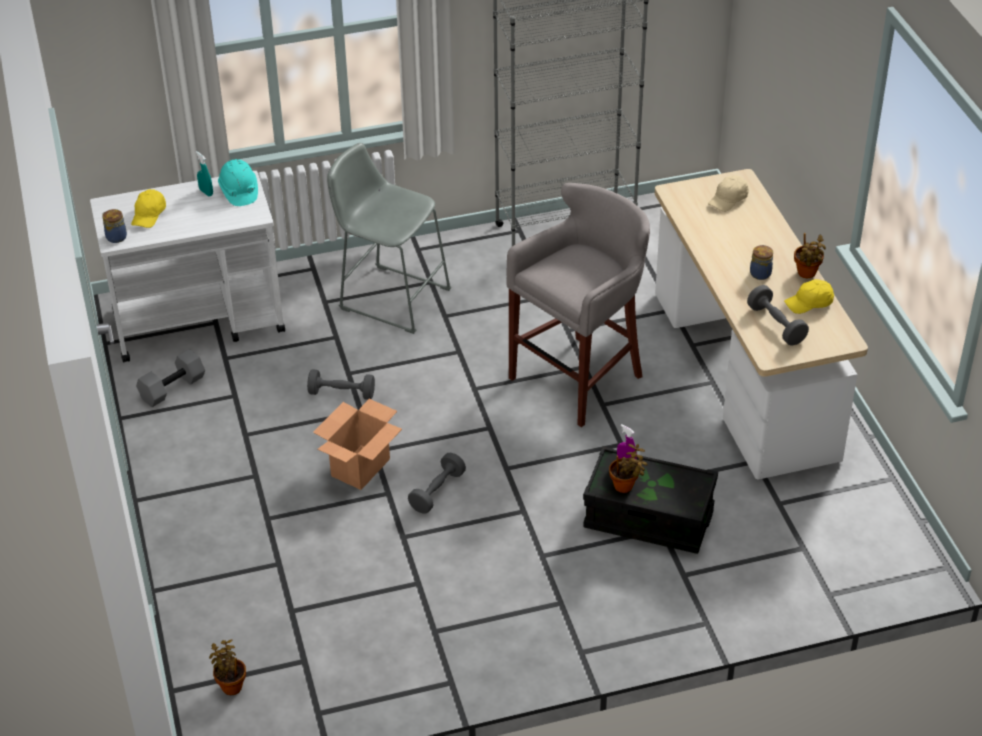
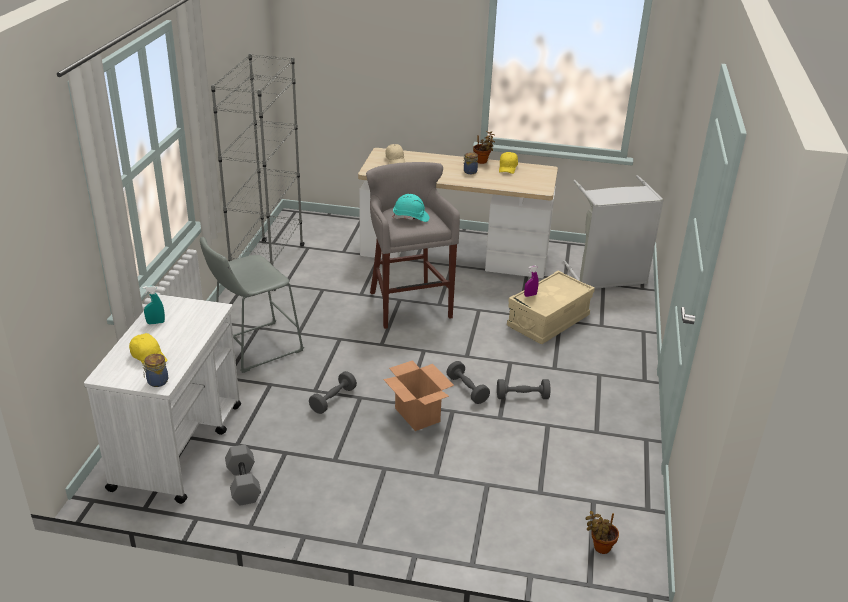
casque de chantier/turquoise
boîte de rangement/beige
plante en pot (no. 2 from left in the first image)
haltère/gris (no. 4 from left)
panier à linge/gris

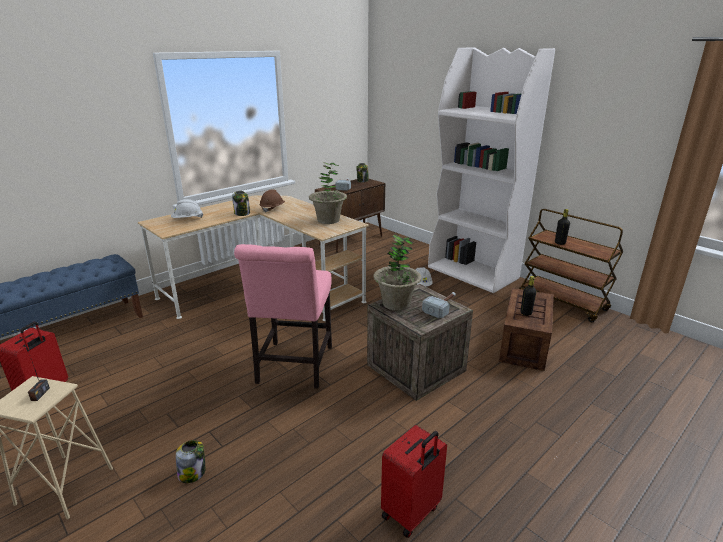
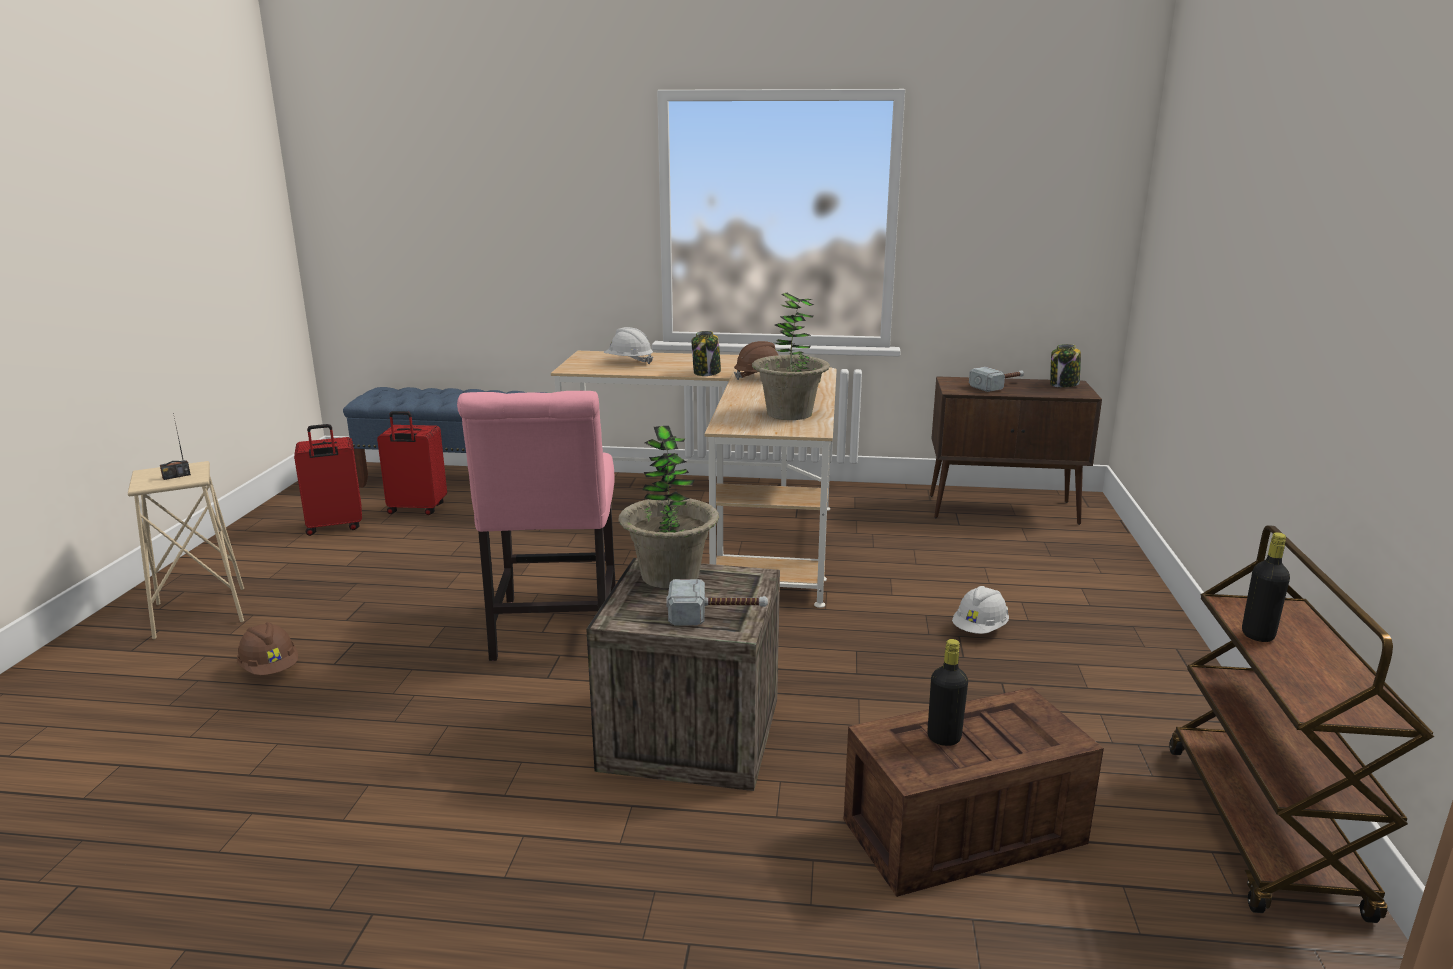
casque de chantier/marron (no. 1 from left)
chaise/rose
valise/rouge (no. 2 from left)
bibliothèque/blanc

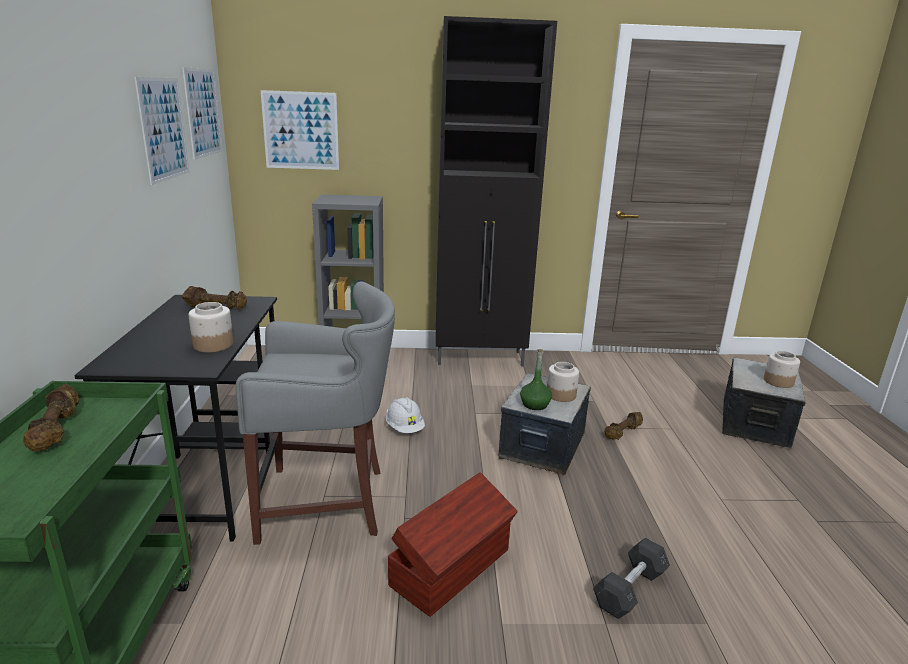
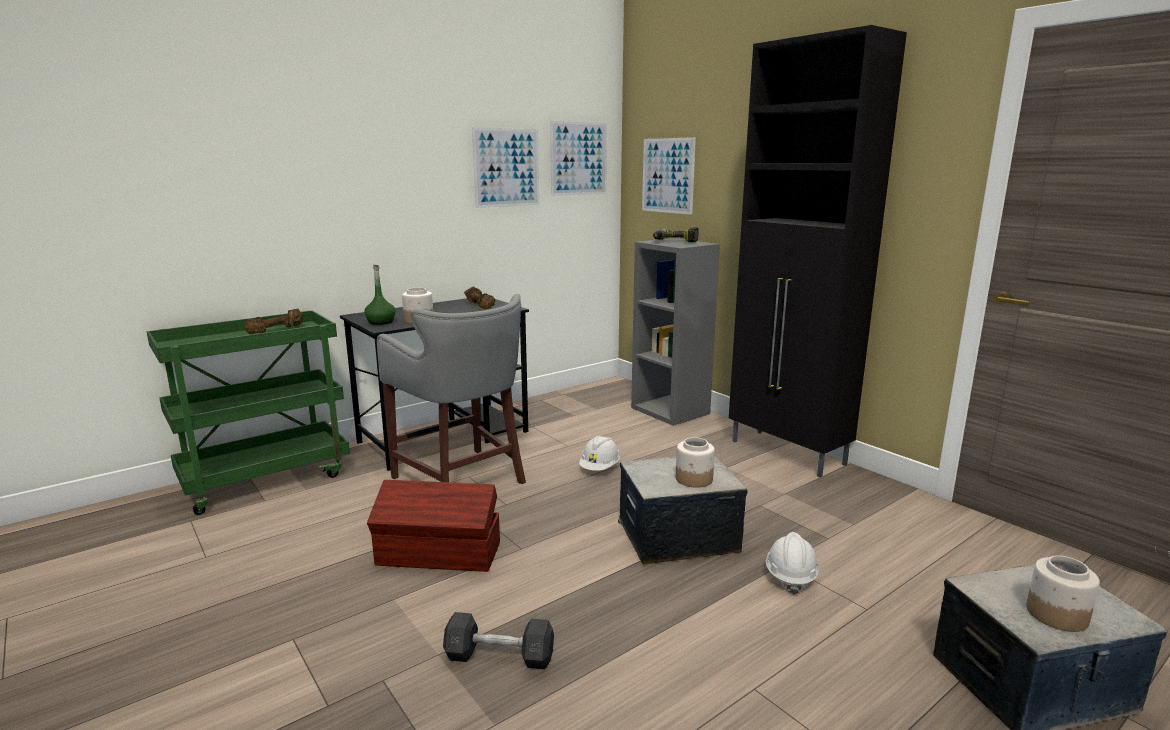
bouteille/vert
casque de chantier/blanc (no. 2 from left)
perceuse

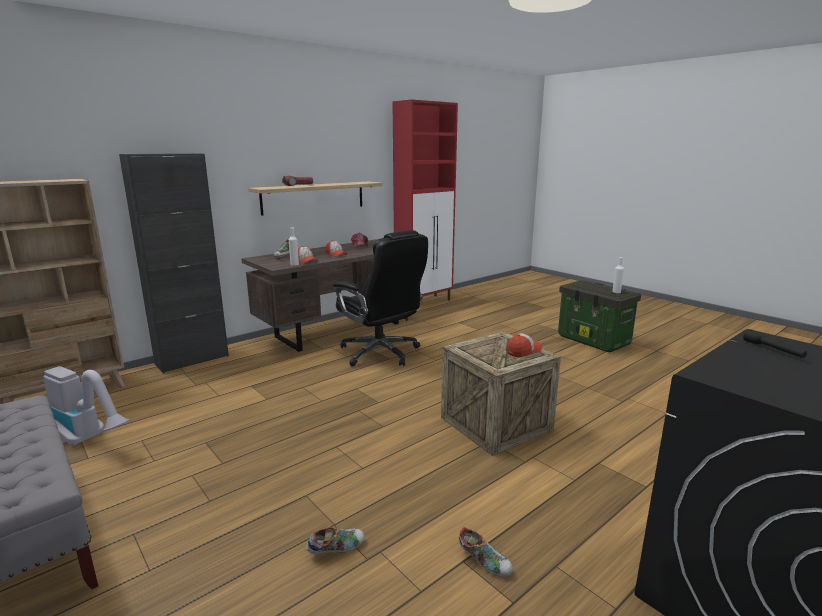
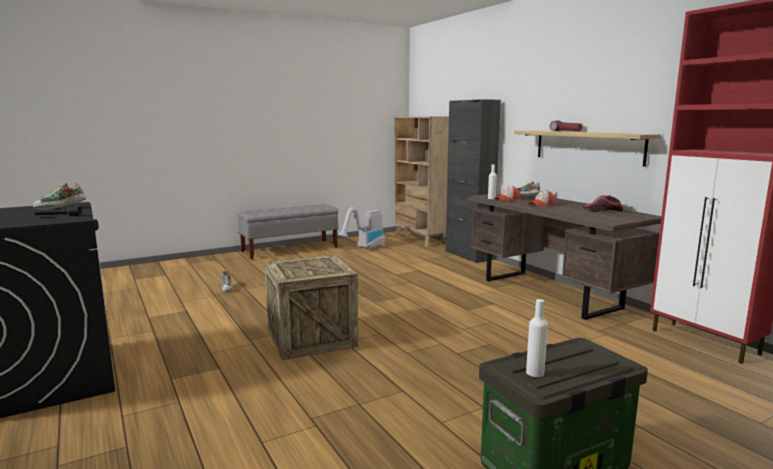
chaise de bureau/noir
chaussure (no. 1 from left)
casquette (no. 4 from left in the first image)

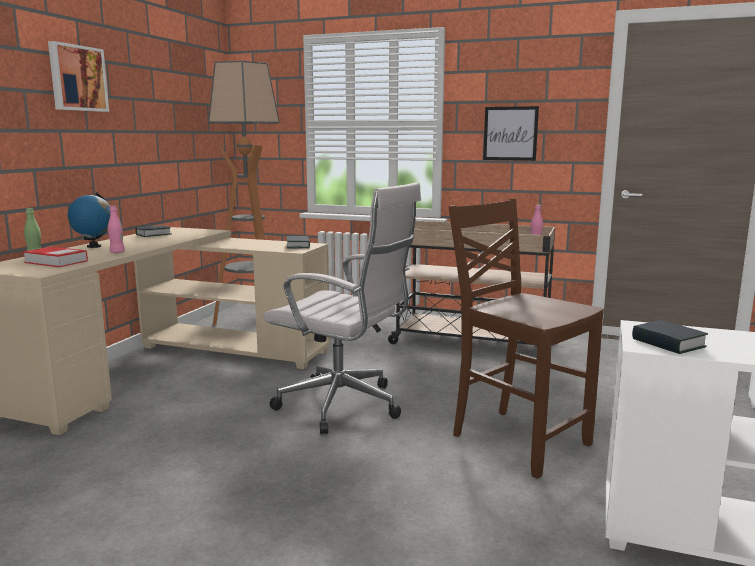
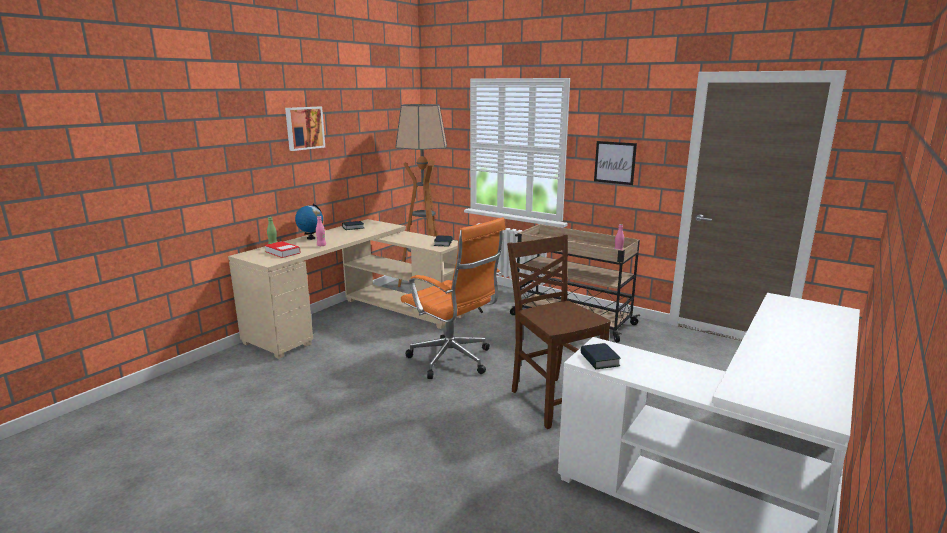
chaise de bureau/orange

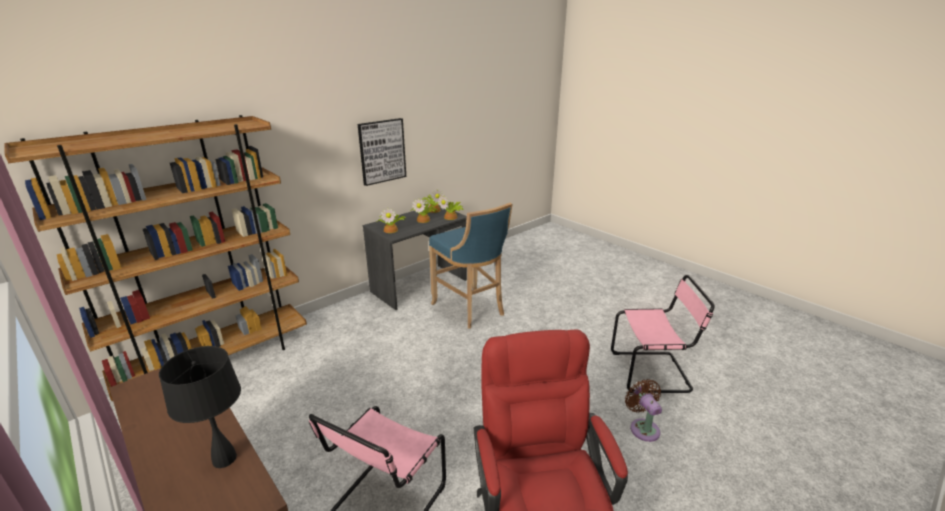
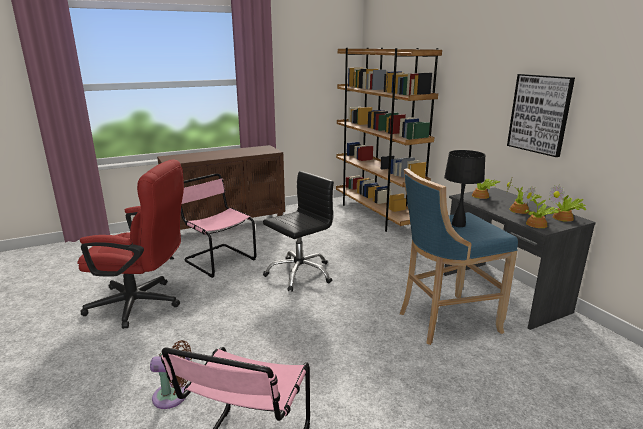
lampe de table/noir
chaise de bureau/noir

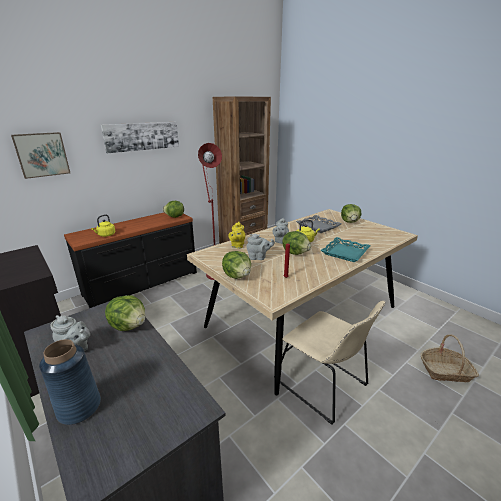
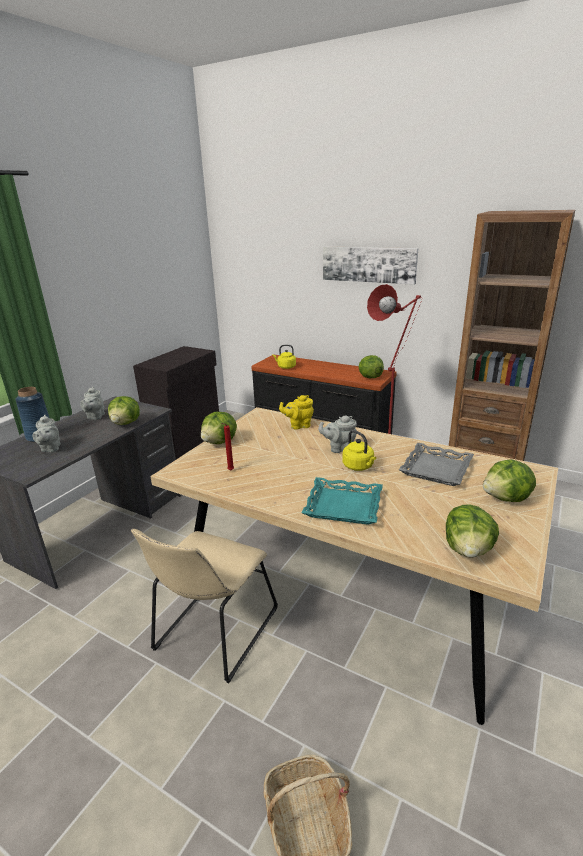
tableau (no. 1 from left in the first image)
théière/gris (no. 1 from left)
laitue (no. 4 from left)

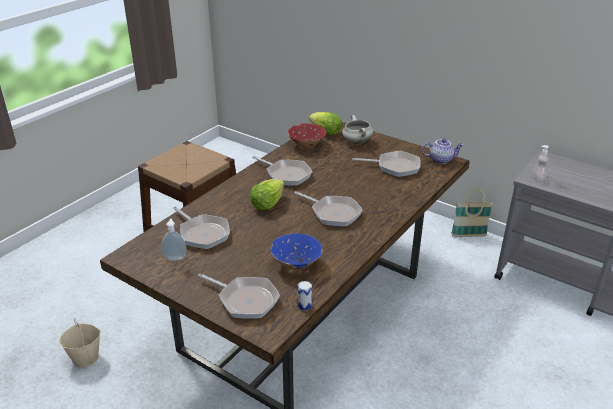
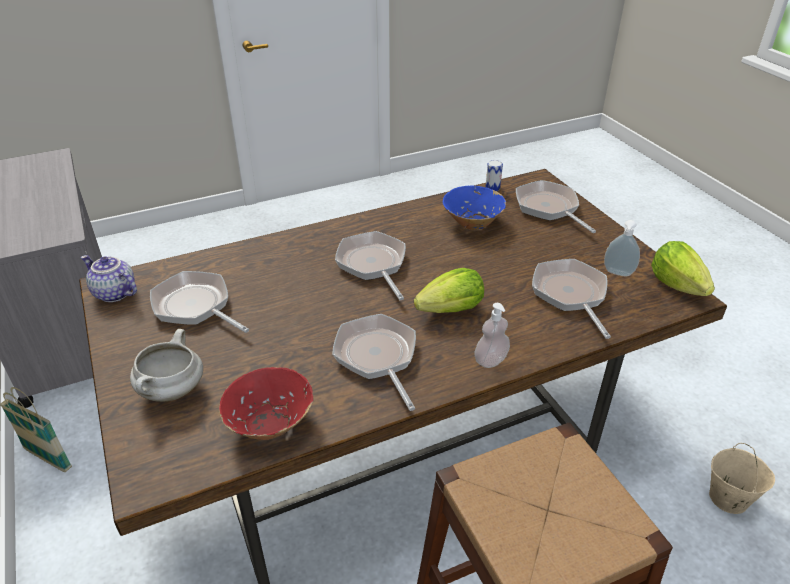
laitue (no. 2 from left)
distributeur de savon (no. 1 from left)

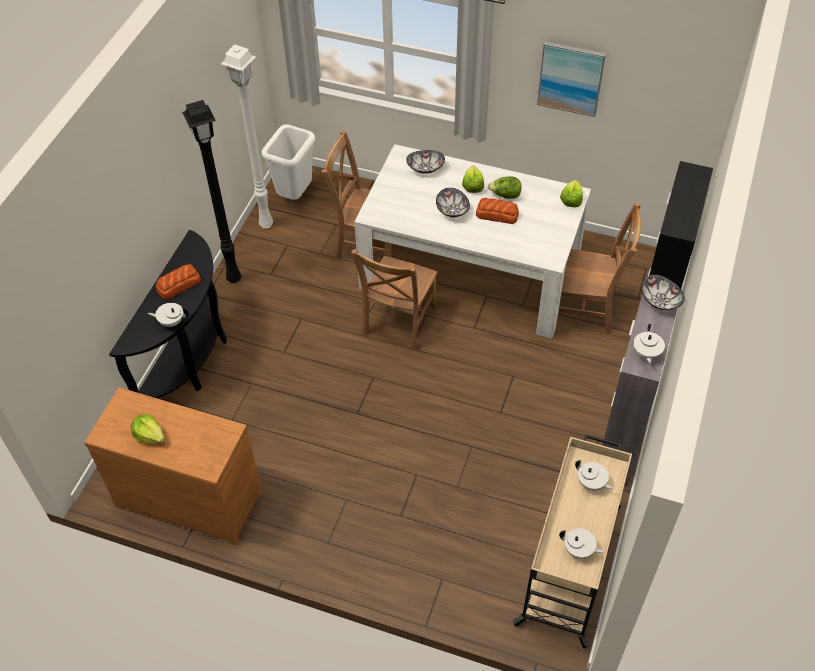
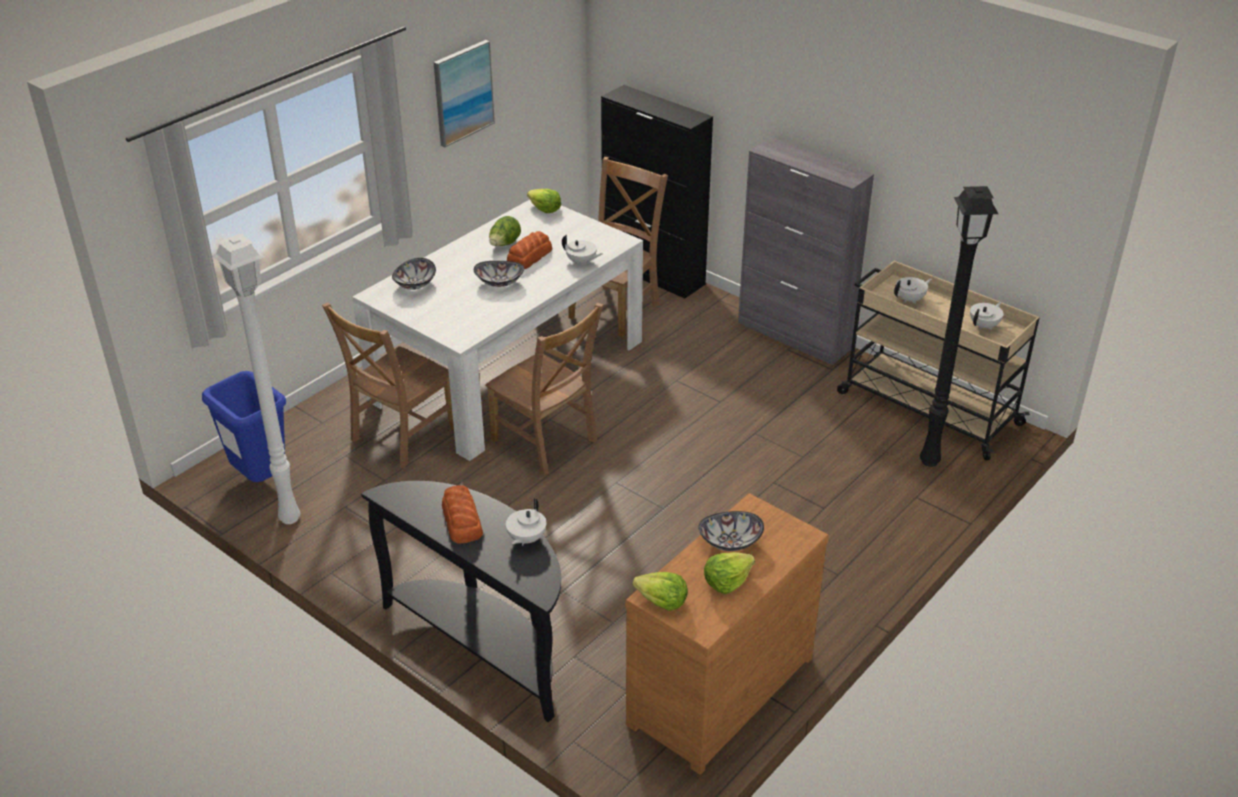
lampadaire/noir
poubelle/bleu
laitue (no. 3 from left)
théière/blanc (no. 2 from left)
bol (no. 3 from left)

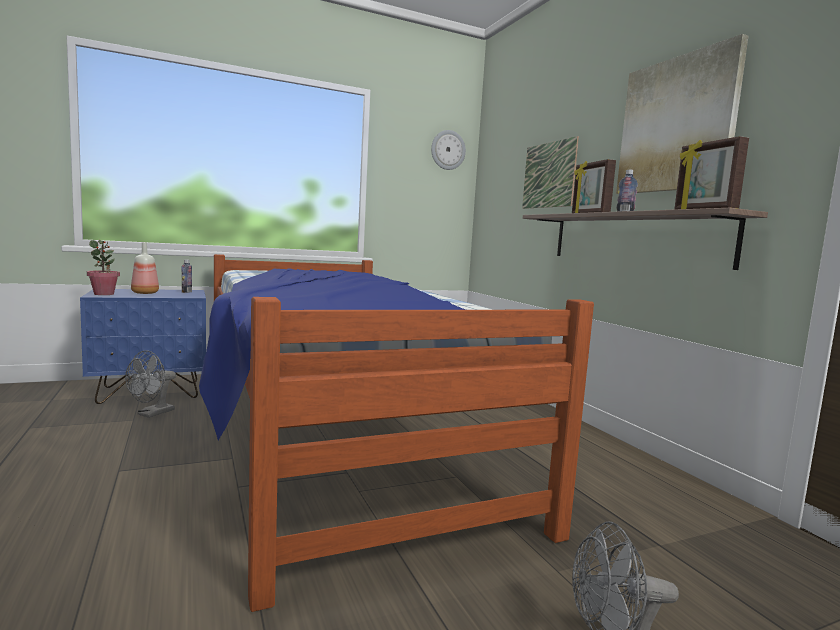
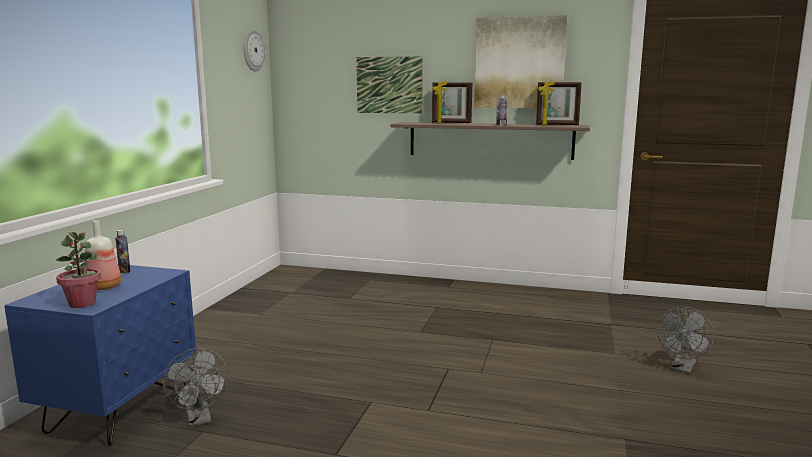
lit

